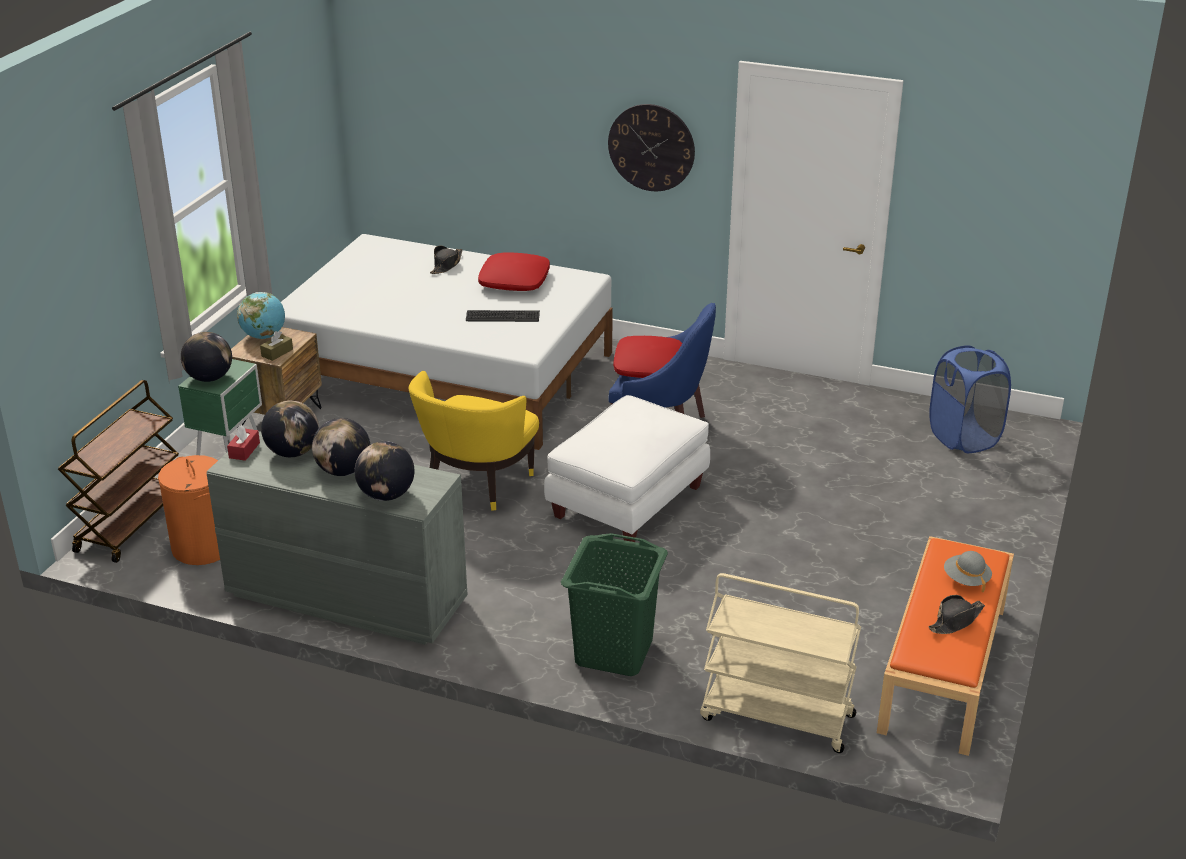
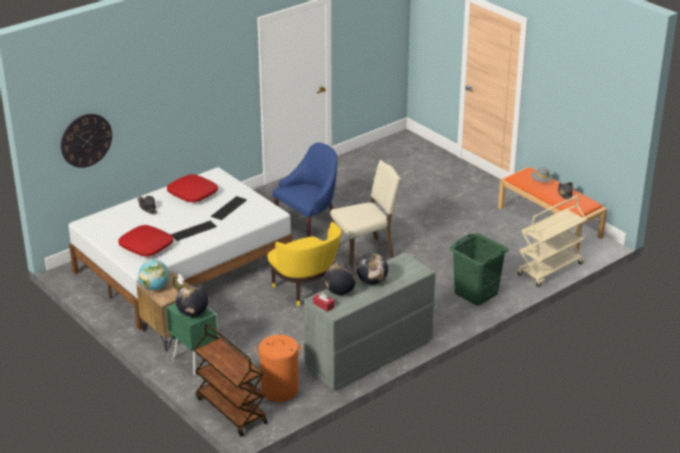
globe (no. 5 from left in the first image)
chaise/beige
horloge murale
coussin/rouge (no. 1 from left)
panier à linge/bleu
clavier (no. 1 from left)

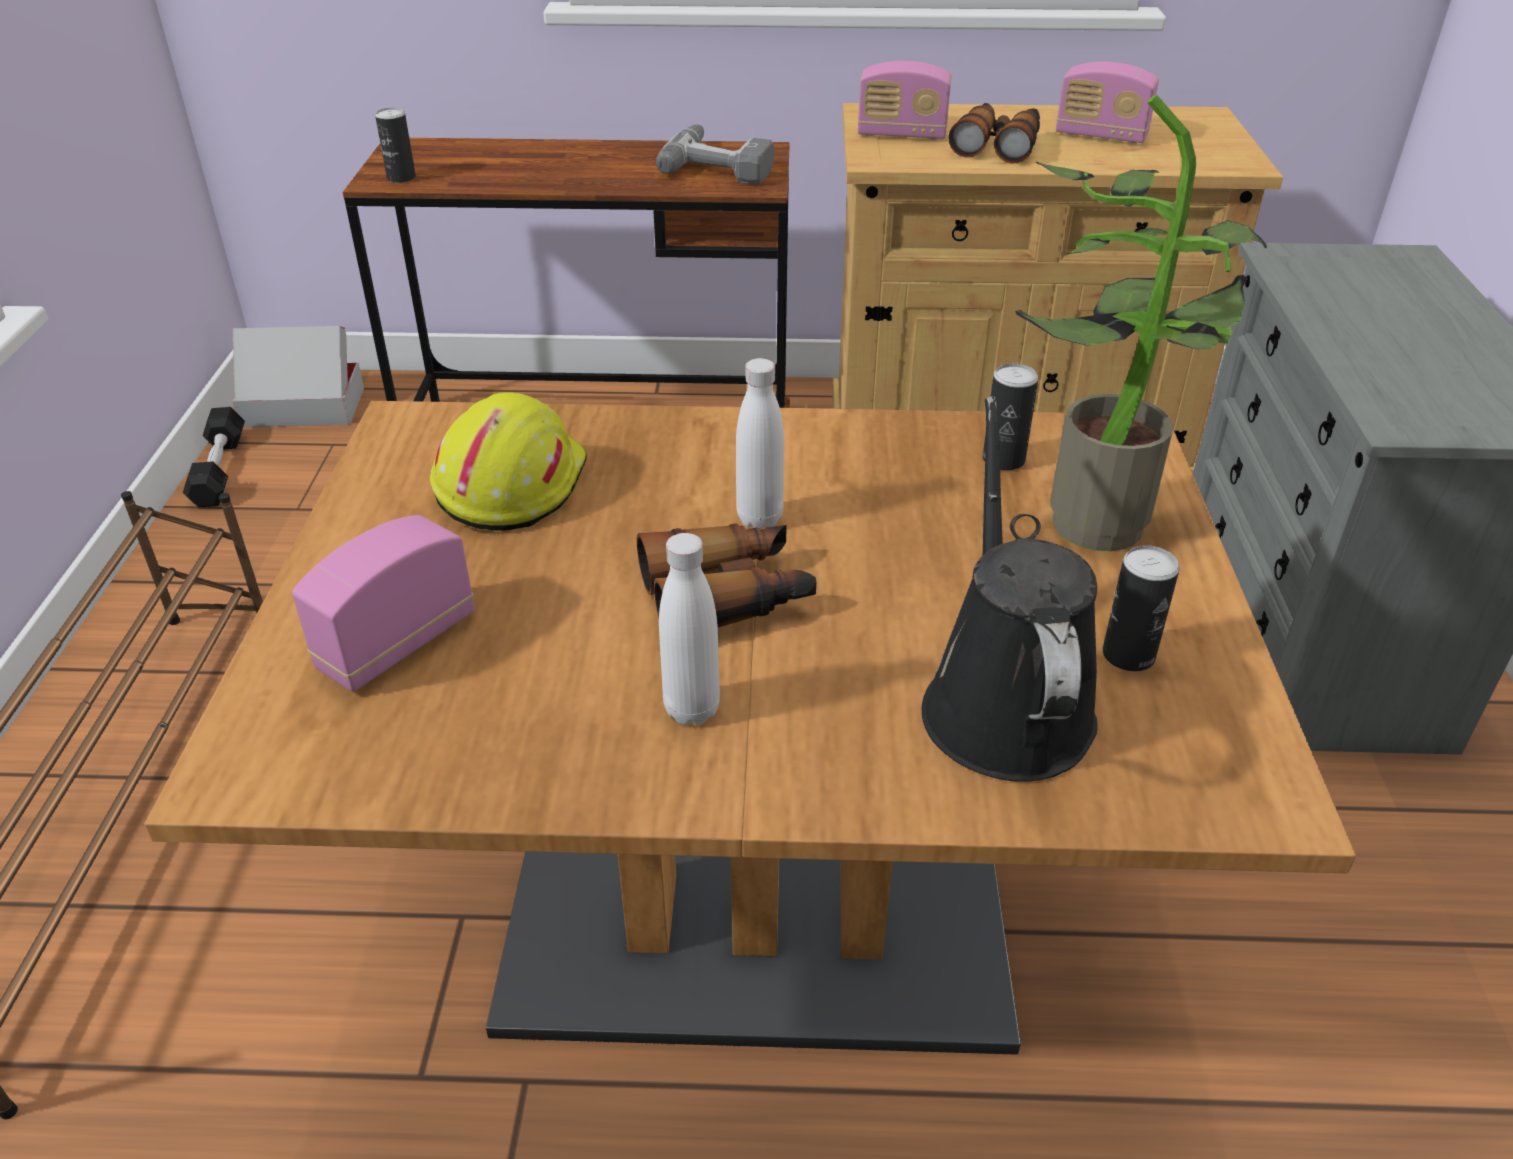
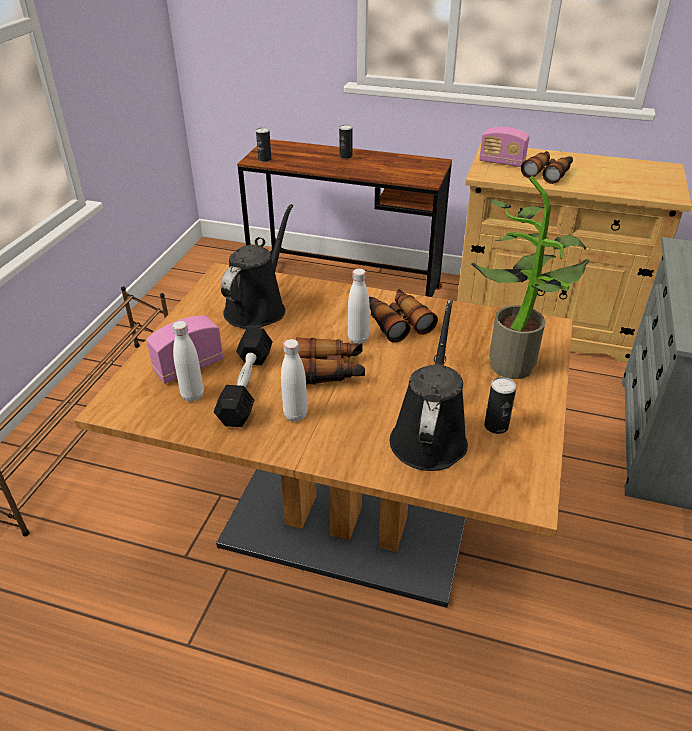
haltère/noir
carton
arrosoir/noir (no. 1 from left)
perceuse
boîte métallique (no. 2 from left)
radio (no. 3 from left in the first image)
bouteille/blanc (no. 1 from left)
jumelles (no. 2 from left)

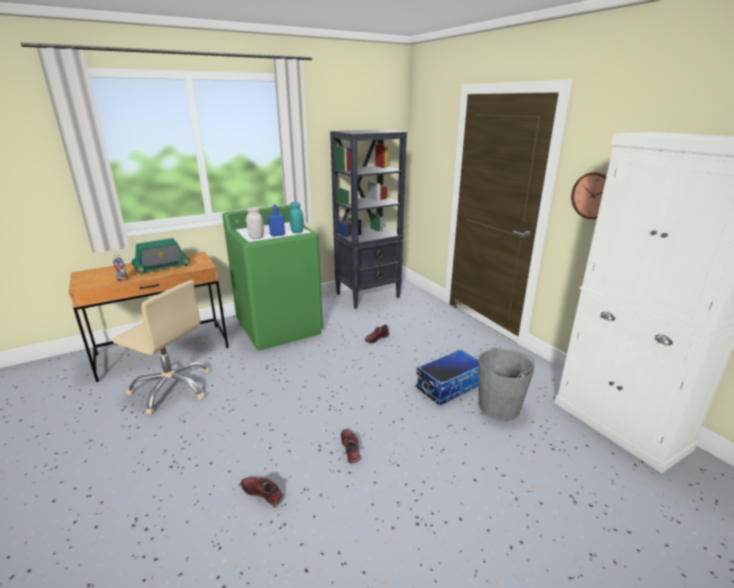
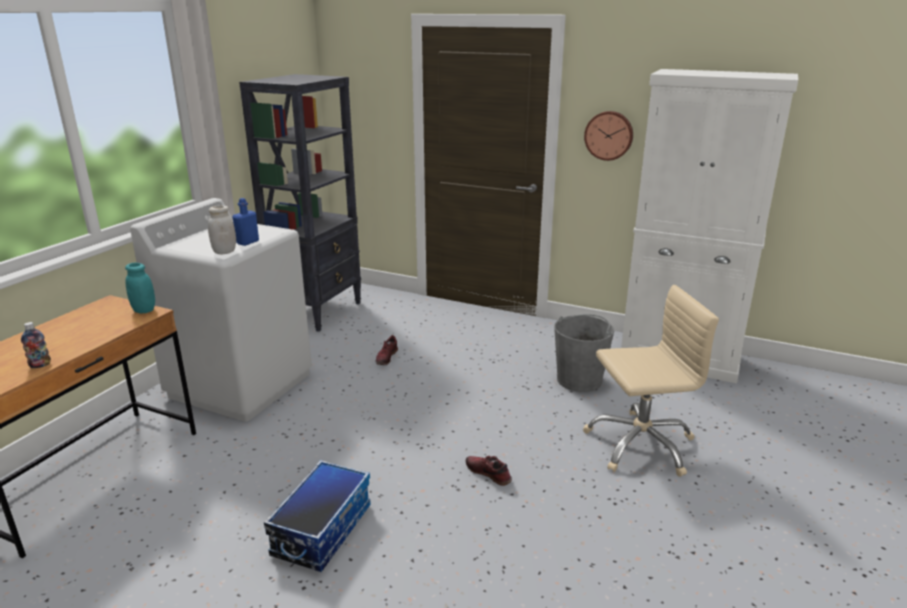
chaise de bureau/beige
radio
lave-linge/blanc
chaussure (no. 1 from left in the first image)
bocal/turquoise
boîte de rangement

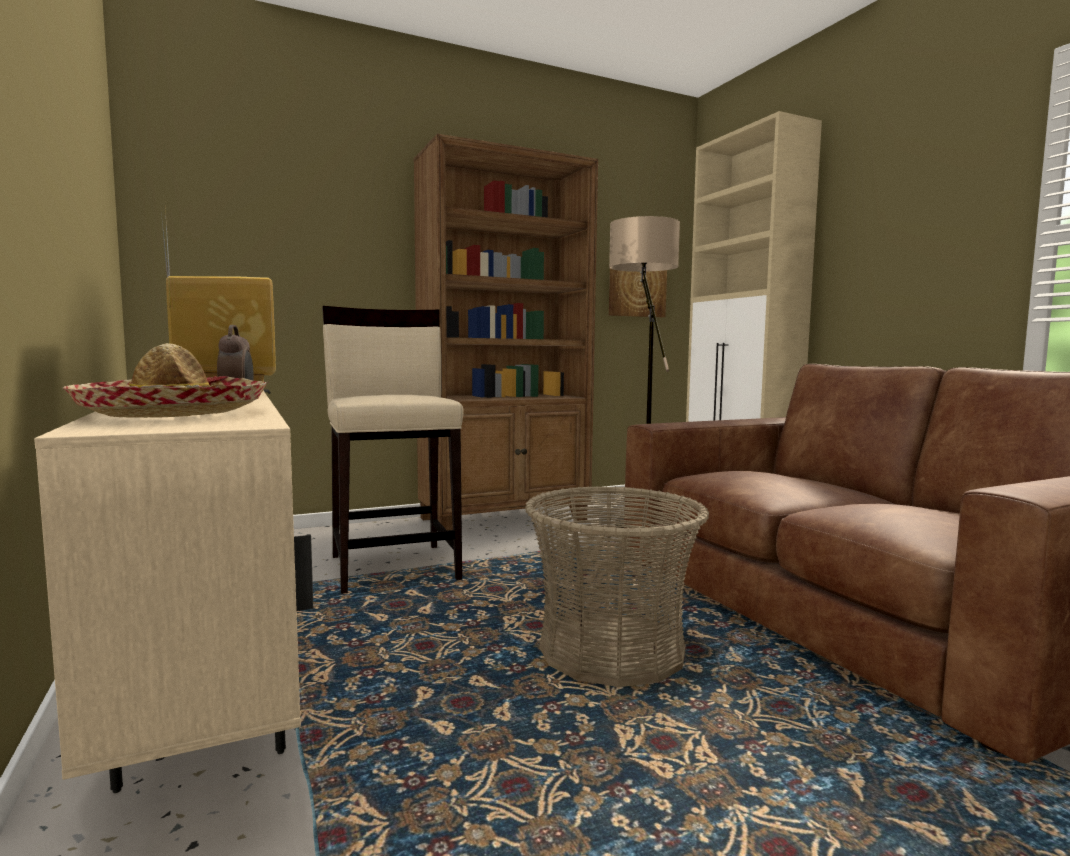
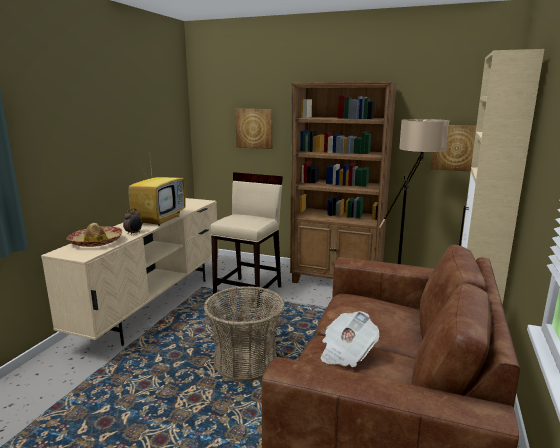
tableau (no. 1 from left)
journal

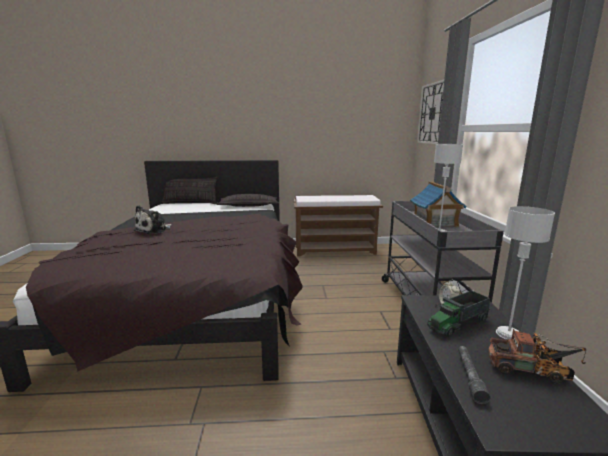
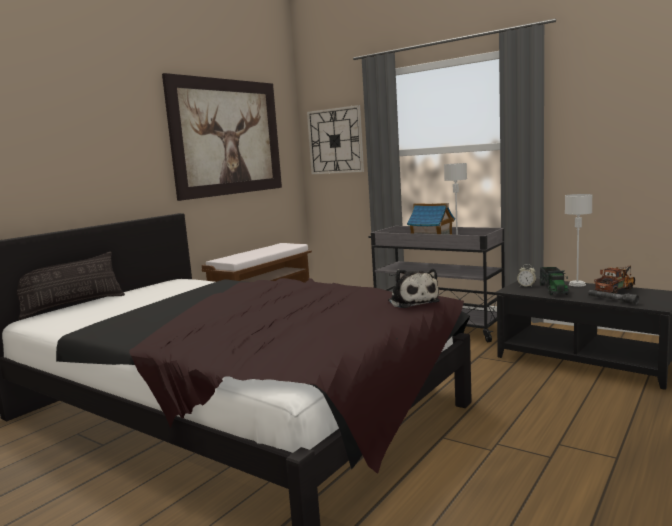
peluche
coussin (no. 2 from left in the first image)
tableau

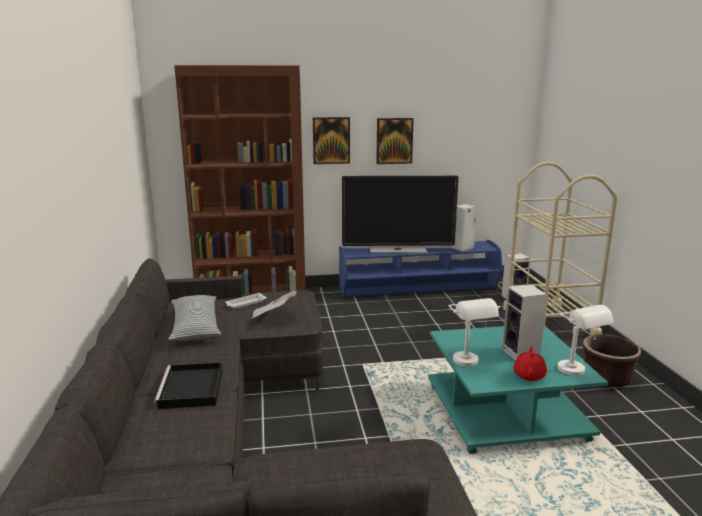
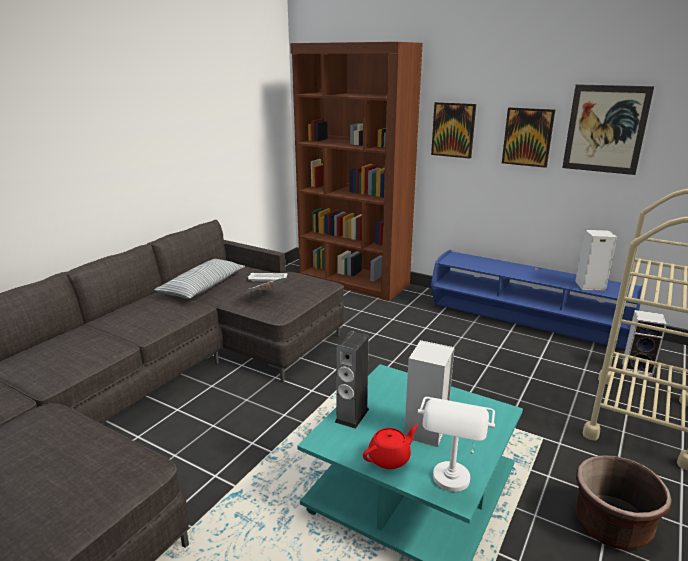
plateau/noir
téléviseur
enceinte (no. 1 from left)
tableau (no. 3 from left)

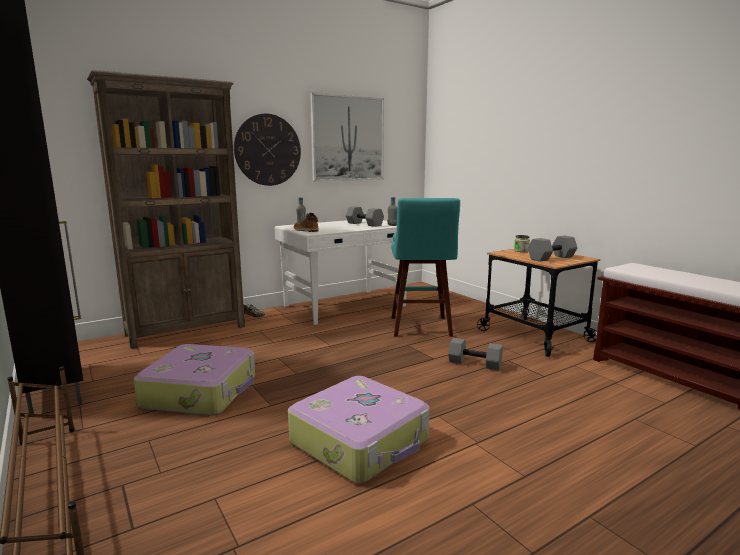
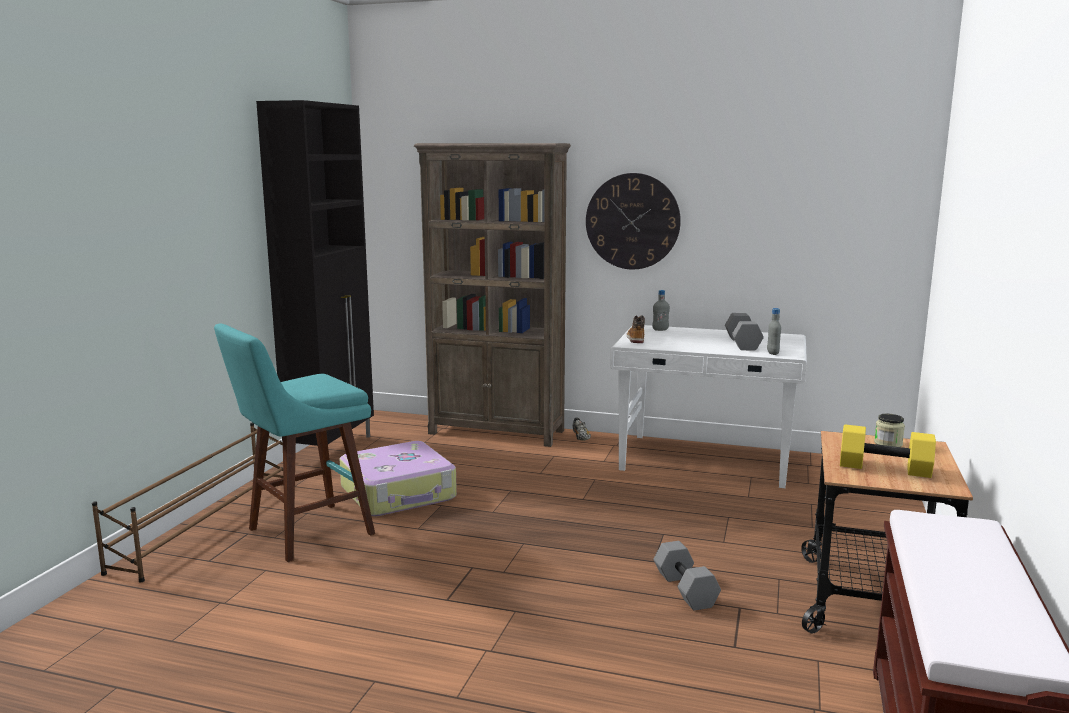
valise (no. 2 from left in the first image)
tableau
tabouret/turquoise
haltère/jaune

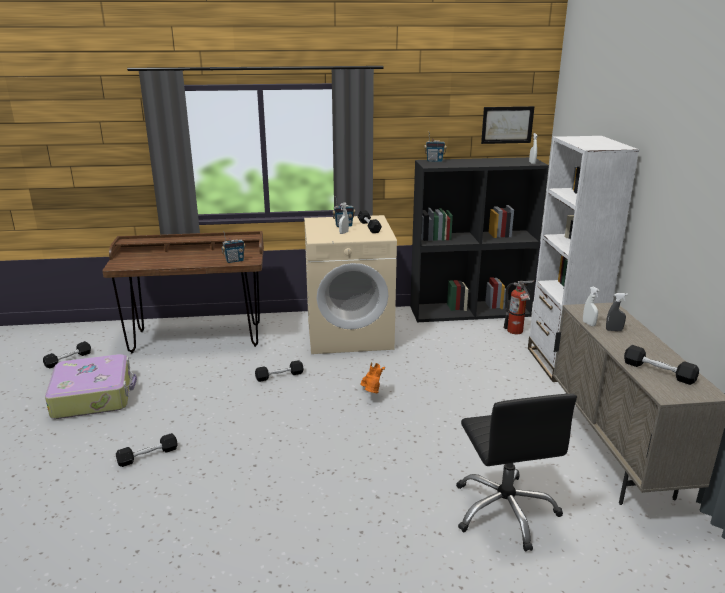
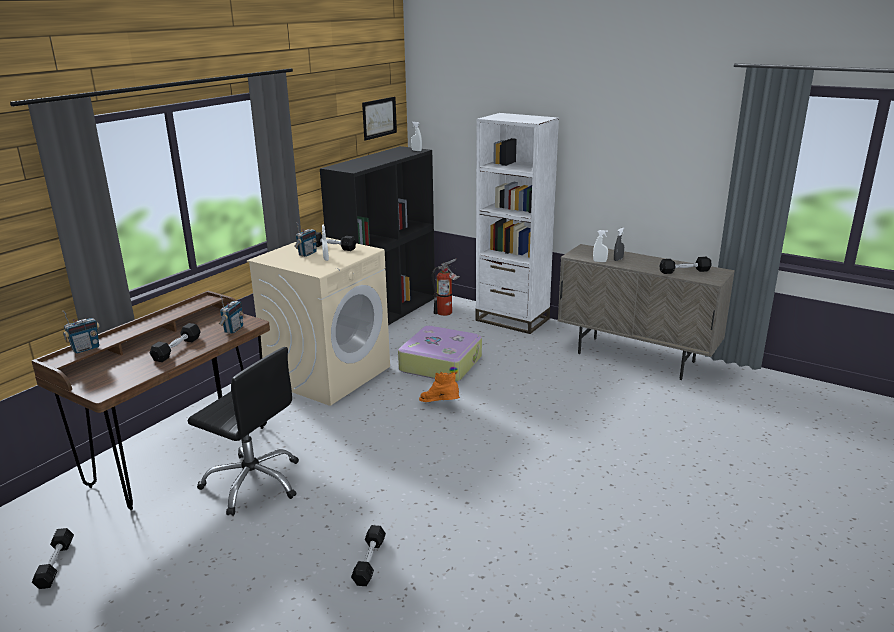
valise
haltère/noir (no. 2 from left)
radio (no. 1 from left)
chaise de bureau/noir

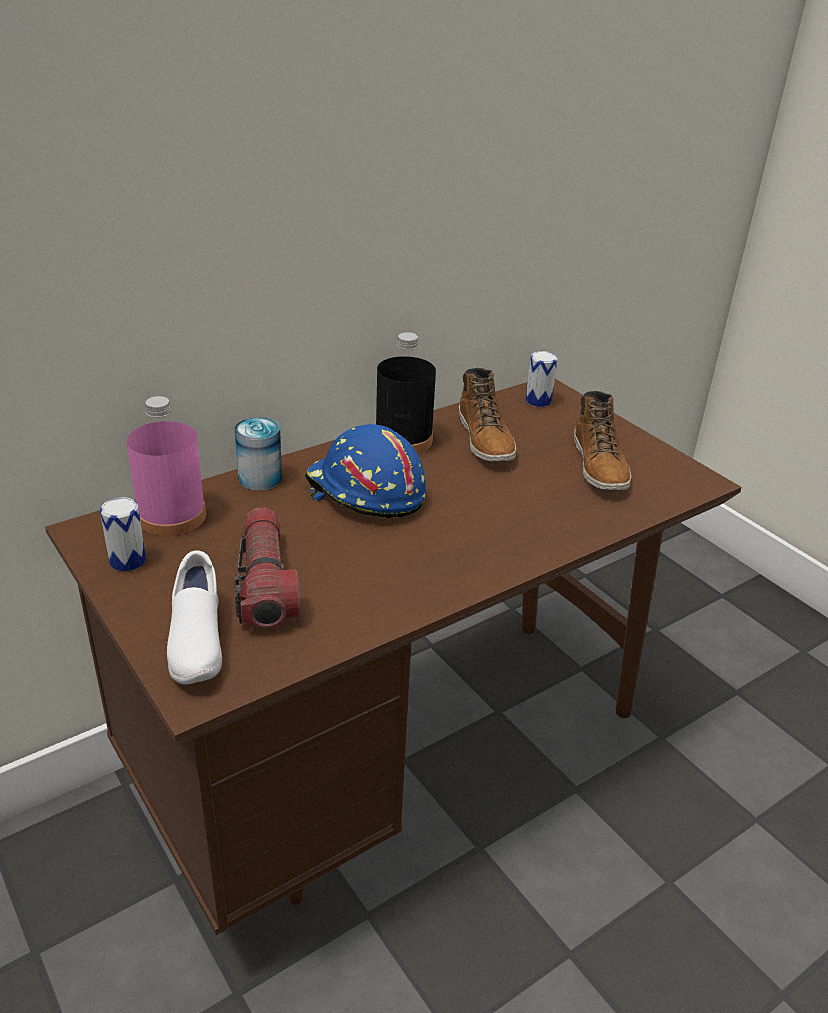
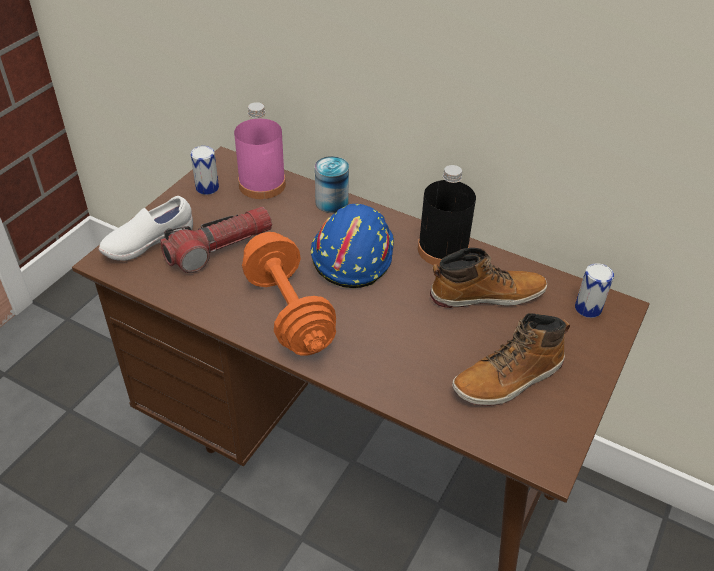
botte (no. 1 from left)
haltère/orange

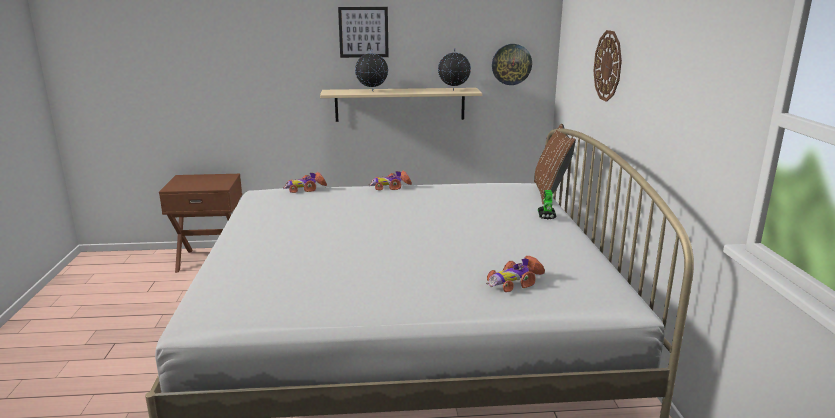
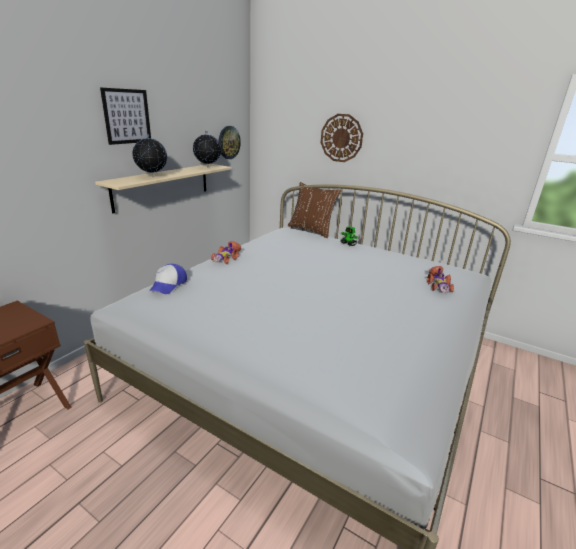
casquette

